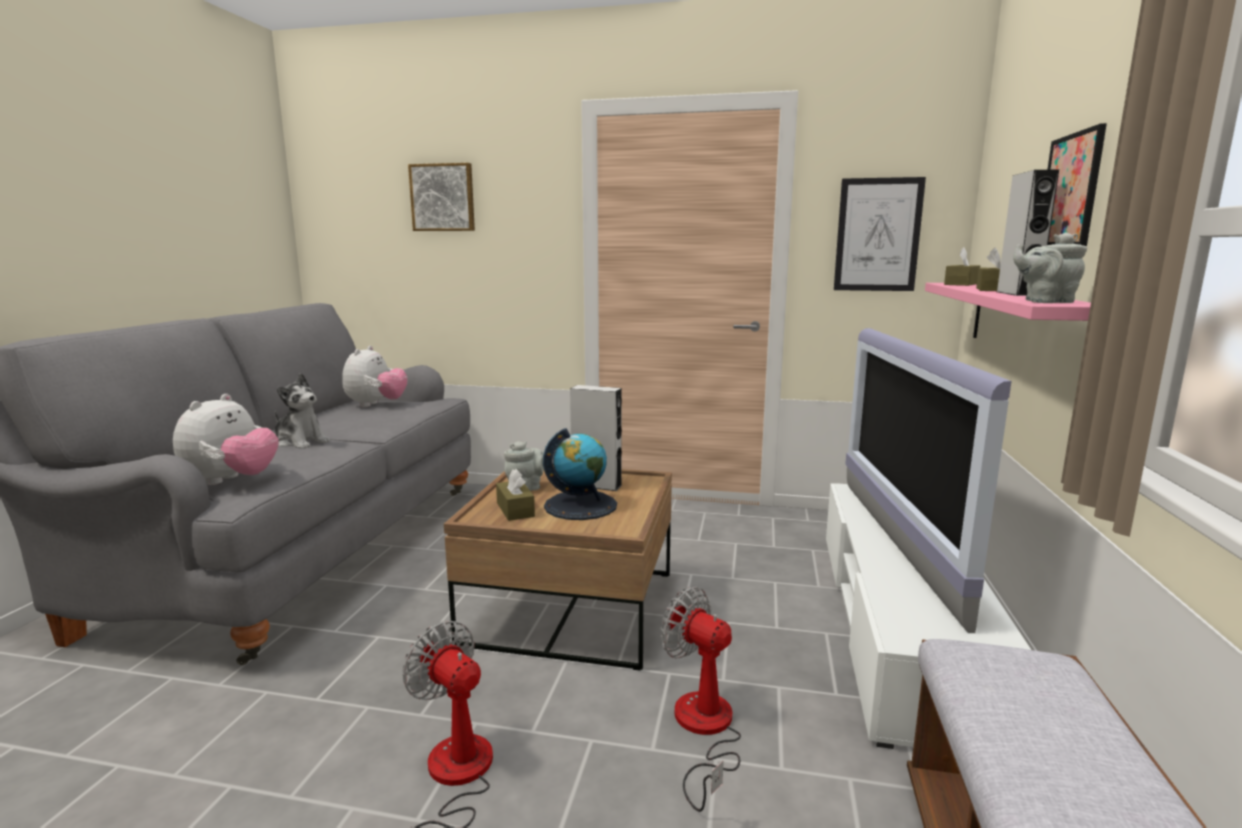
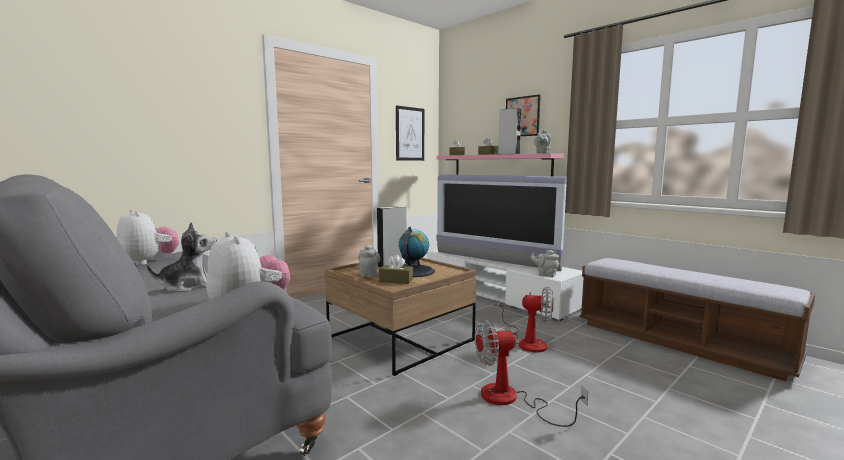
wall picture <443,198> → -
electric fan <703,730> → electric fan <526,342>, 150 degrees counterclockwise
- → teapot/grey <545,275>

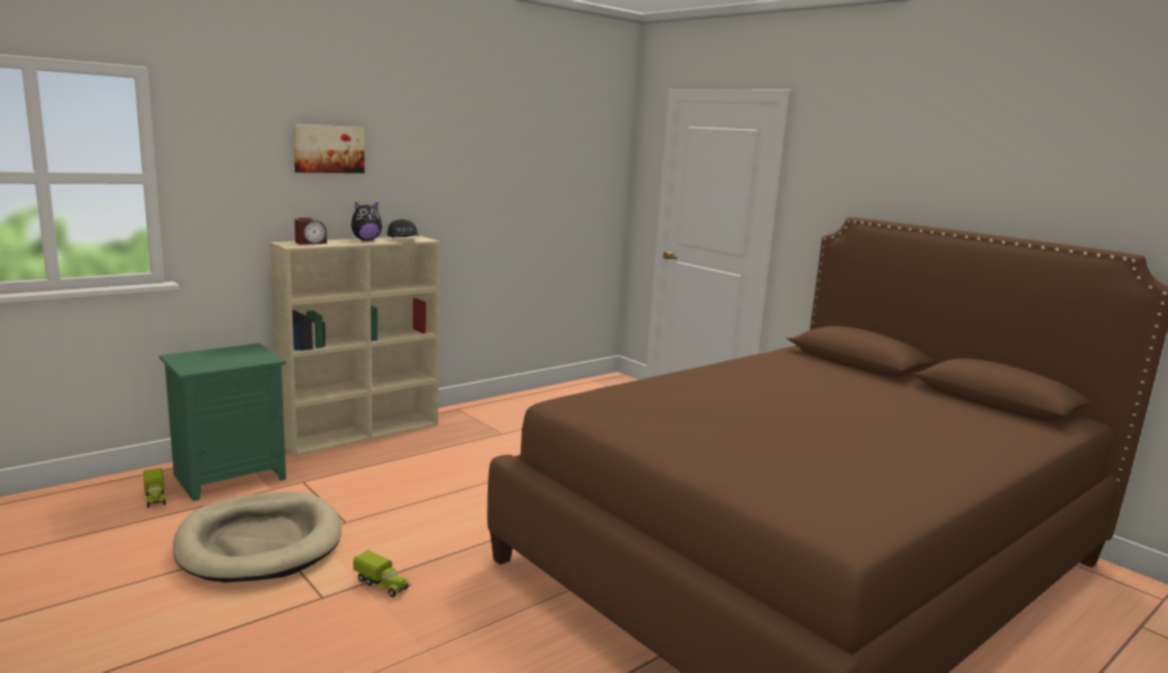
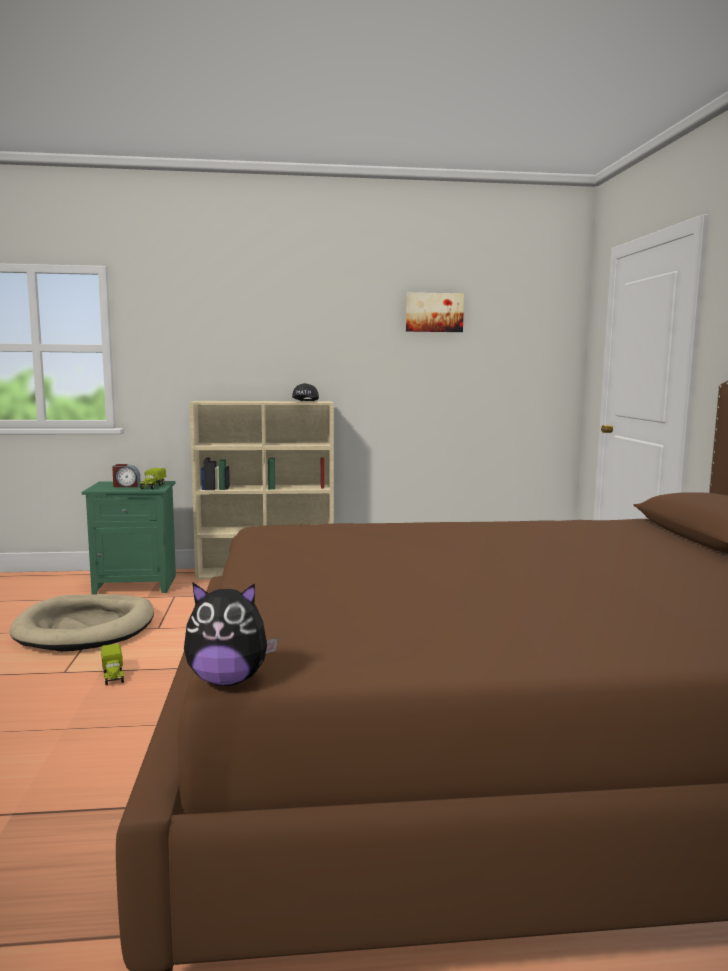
wall picture <328,149> → wall picture <434,312>, moved
cuddly toy <366,240> → cuddly toy <228,680>, moved
alarm clock <310,243> → alarm clock <126,486>, moved
model truck <155,498> → model truck <152,486>, moved

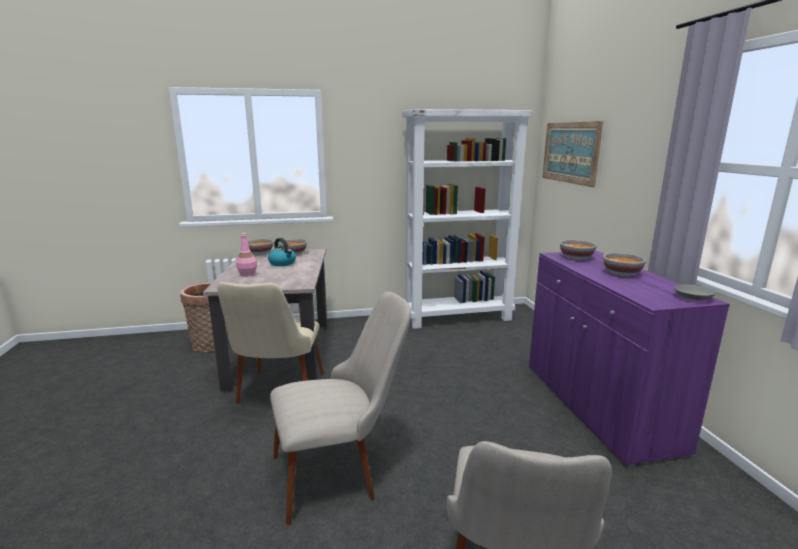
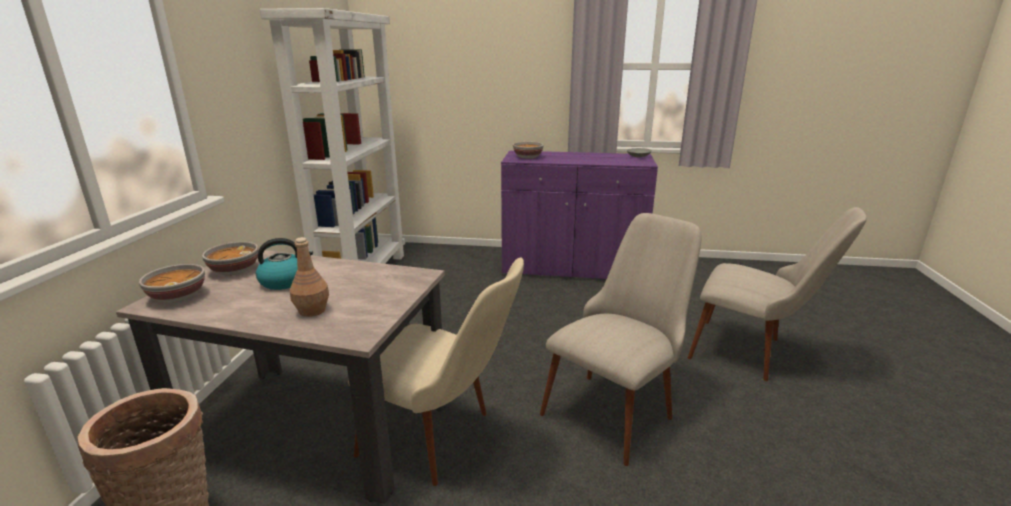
wall picture <570,152> → -
drink bottle/pink-coloured <247,274> → drink bottle/brown-coloured <312,310>
serving bowl <622,273> → -
chair/beige <341,471> → chair/beige <617,405>, 45 degrees clockwise

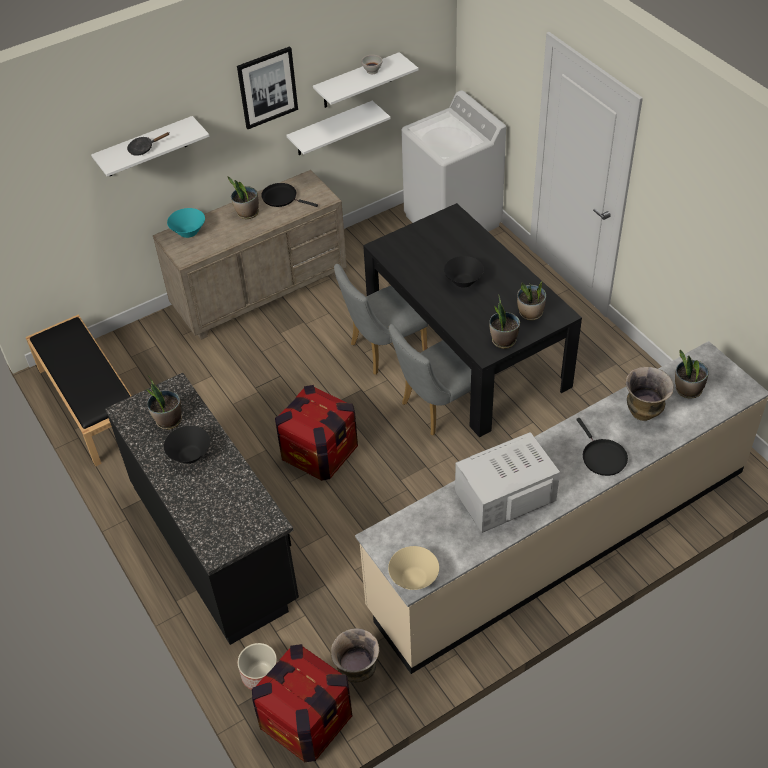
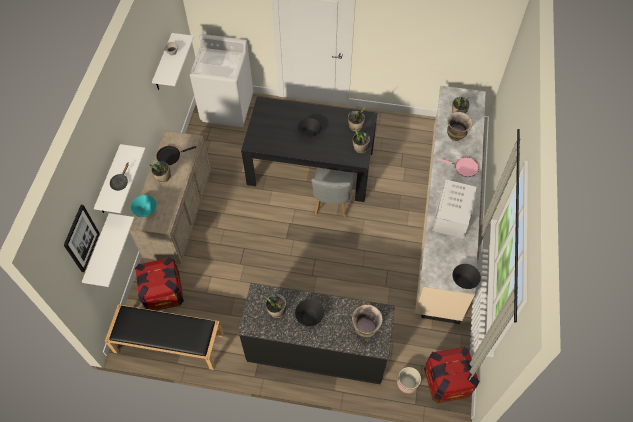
wall picture <267,87> → wall picture <81,238>, moved
bracket shelf/white <330,129> → bracket shelf/white <98,251>, moved
chair/grey <382,350> → -
crate <319,453> → crate <163,293>, moved
frying pan/black-coloured <602,457> → frying pan/pink-coloured <464,168>
serving bowl/beige <414,578> → serving bowl/black-coloured <464,281>
flower vase <357,672> → flower vase <365,329>, moved

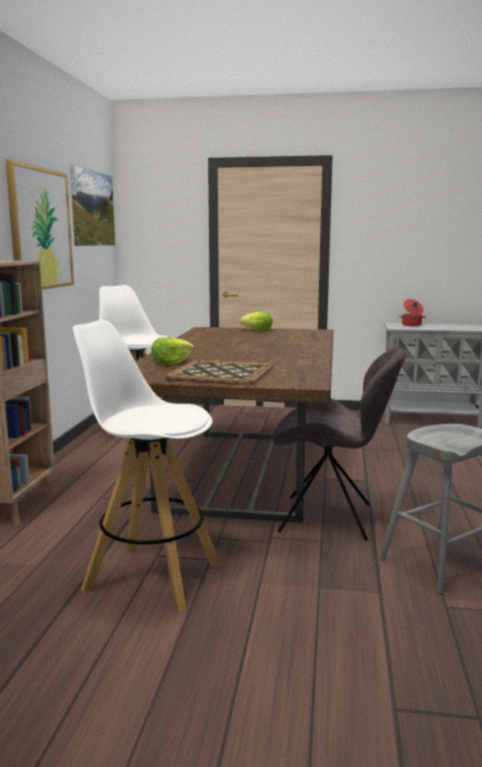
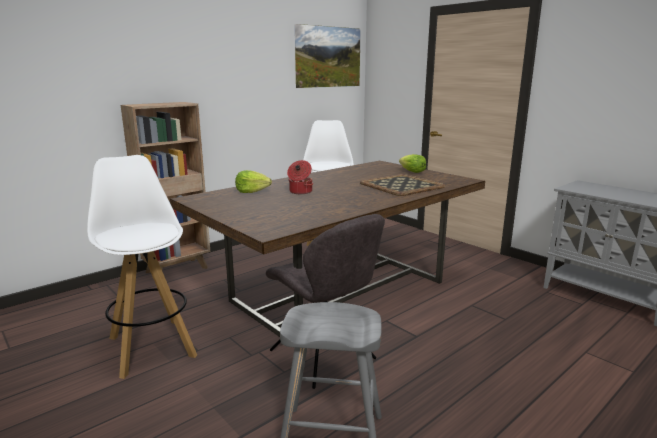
wall picture <40,229> → -
saucepot <411,325> → saucepot <300,192>, moved
carrying tray <222,373> → carrying tray <402,185>, moved

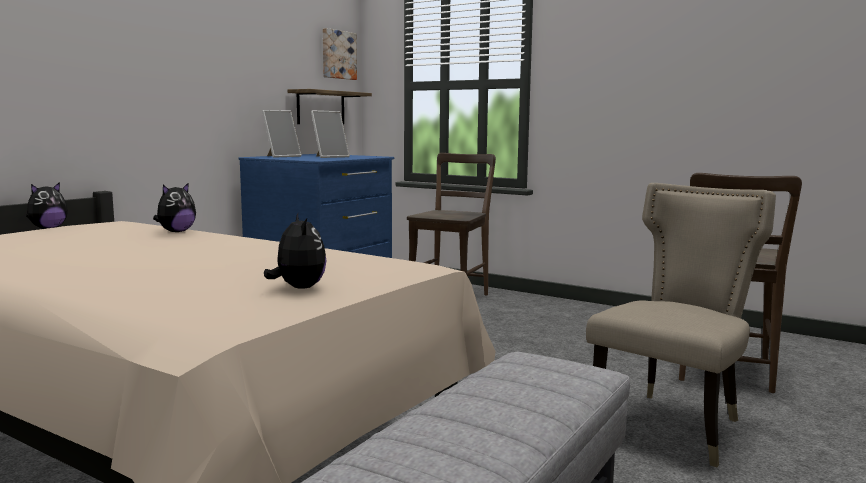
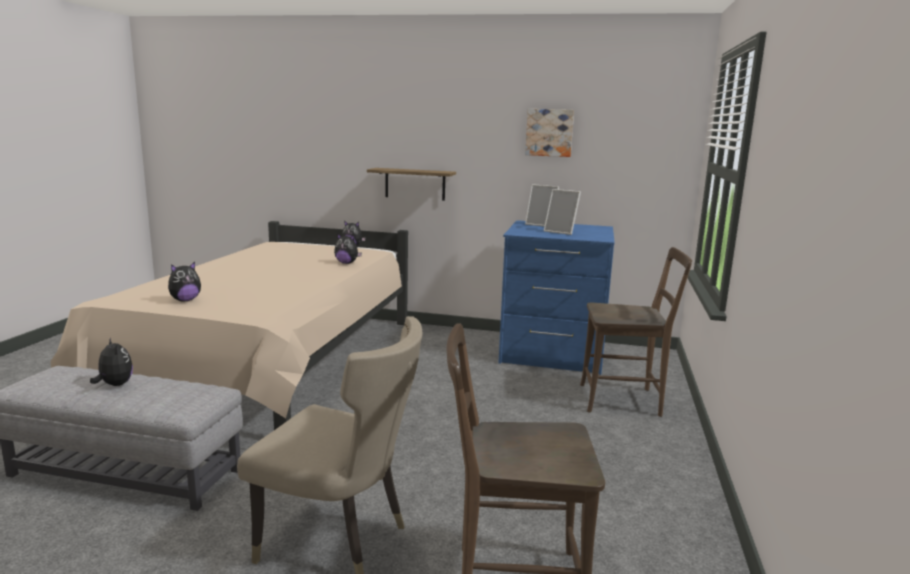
wall picture <338,55> → wall picture <549,132>, moved
bracket shelf <321,108> → bracket shelf <415,184>, moved
- → cuddly toy <114,385>

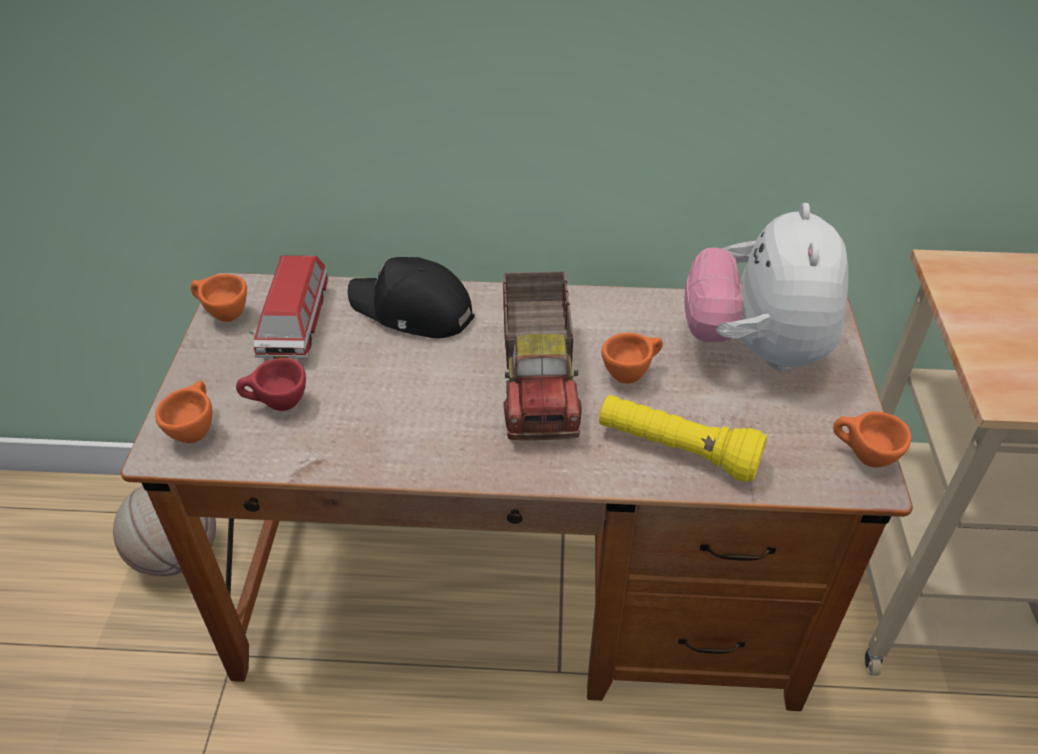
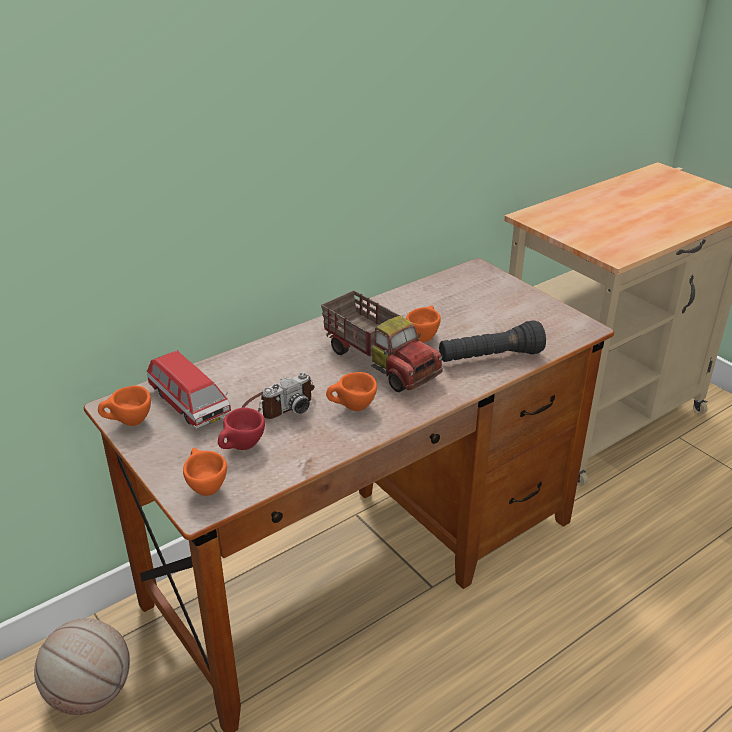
cuddly toy <755,349> → -
cap/black-coloured <411,311> → -
torch/yellow-coloured <676,450> → torch/black-coloured <490,357>
small cup/orange-coloured <862,457> → small cup/orange-coloured <351,408>, moved
- → photo camera <279,404>

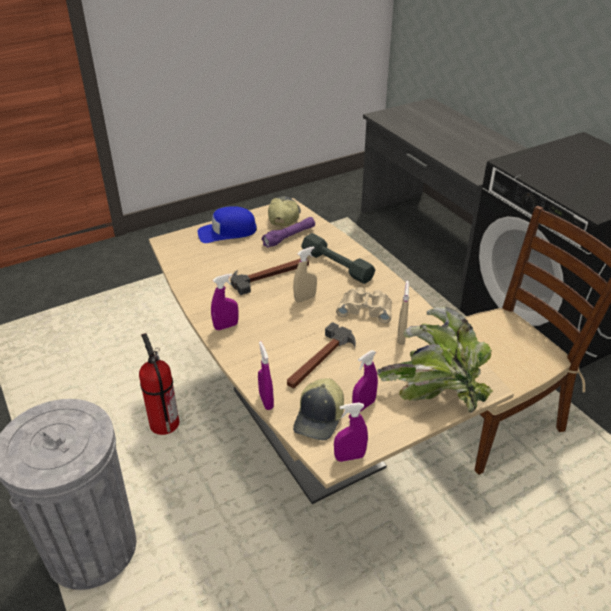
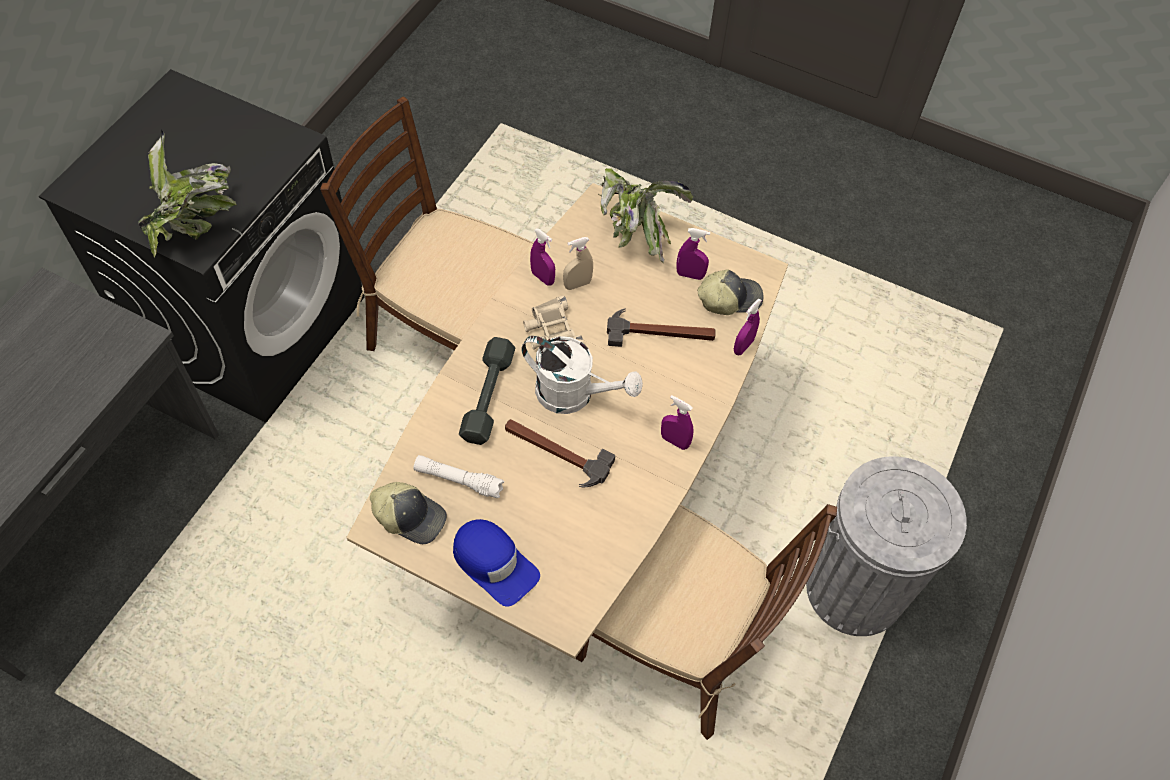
cap <283,217> → cap <410,516>, 135 degrees counterclockwise
torch/purple-coloured <289,237> → torch/white <458,480>
spray bottle/beige <305,298> → watering can/white <574,395>
fire extinguisher <163,423> → chair/brown-coloured <676,642>
spray bottle/purple-coloured <349,457> → spray bottle/purple-coloured <542,278>, moved
- → plant in a pot <196,226>

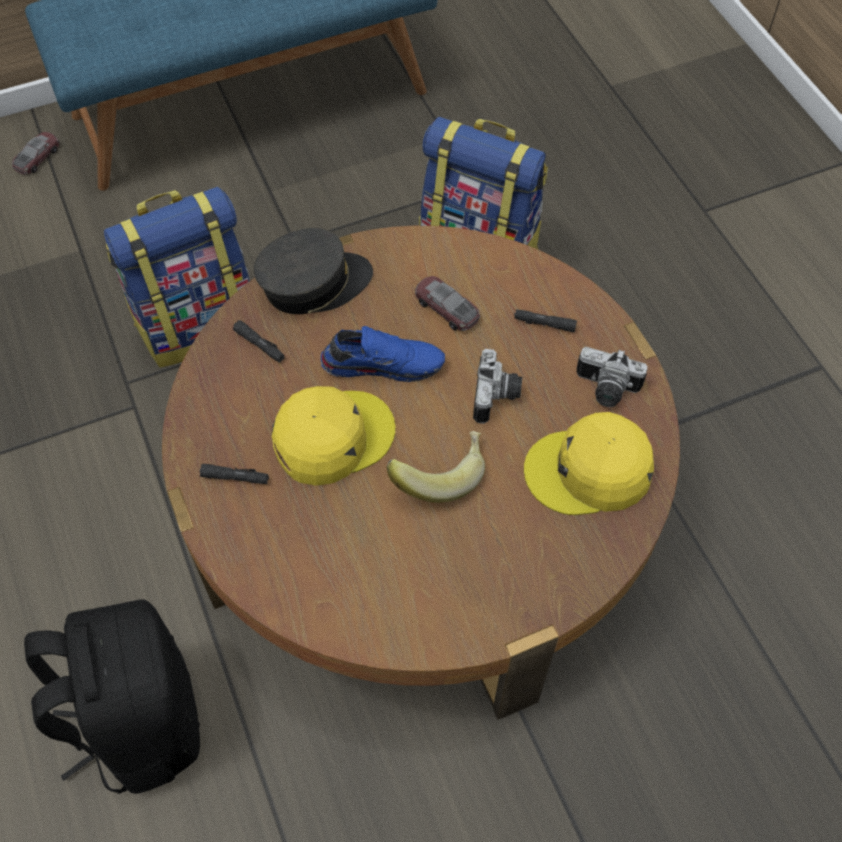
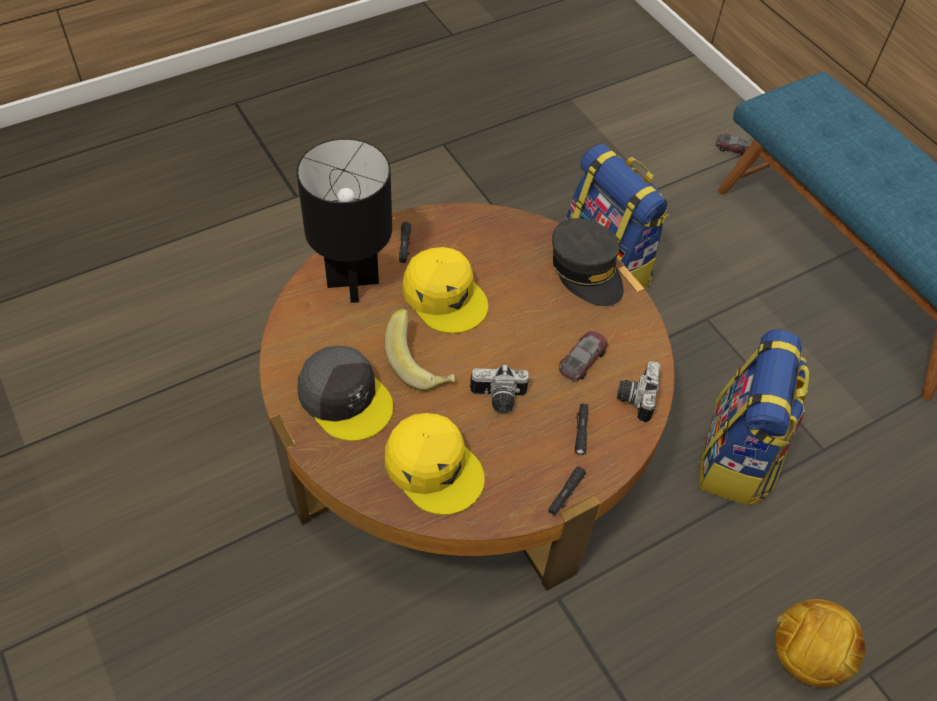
torch/black-coloured <260,345> → torch/black-coloured <566,494>, moved
low shoe/blue-coloured <383,363> → -
photo camera <605,390> → photo camera <635,397>, moved
cap/yellow-coloured <589,471> → cap/yellow-coloured <434,467>, 150 degrees clockwise
knapsack/black-coloured <140,721> → -
- → table lamp/black-coloured <352,283>
- → cap/grey <345,398>
- → football <805,657>

